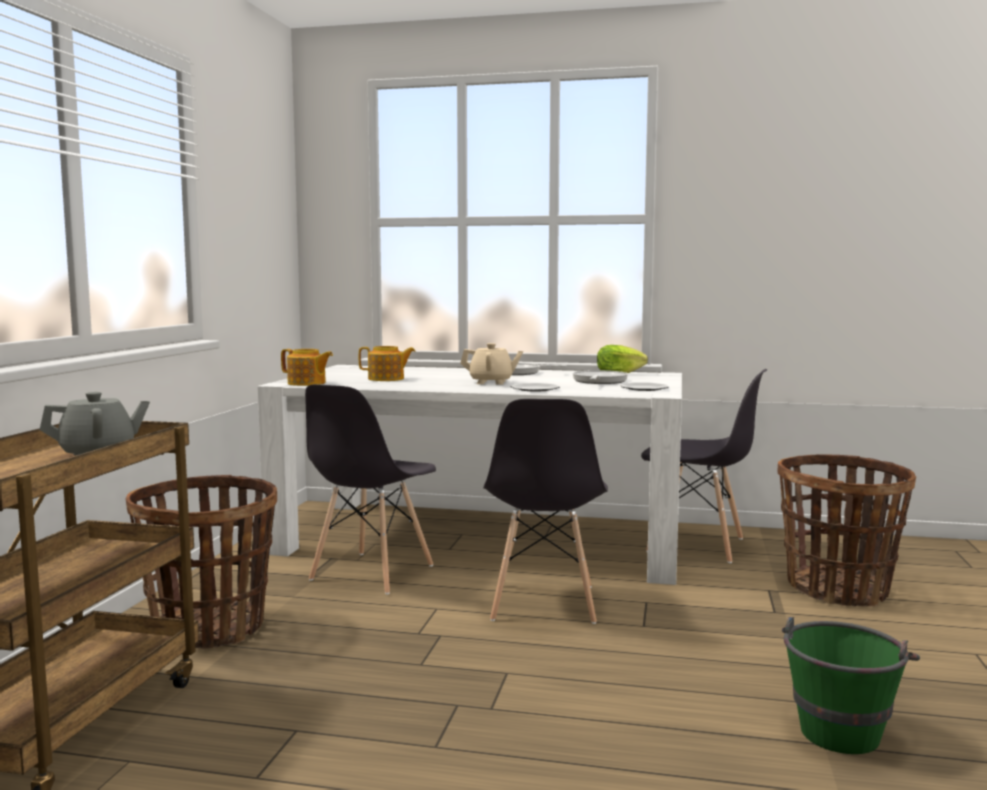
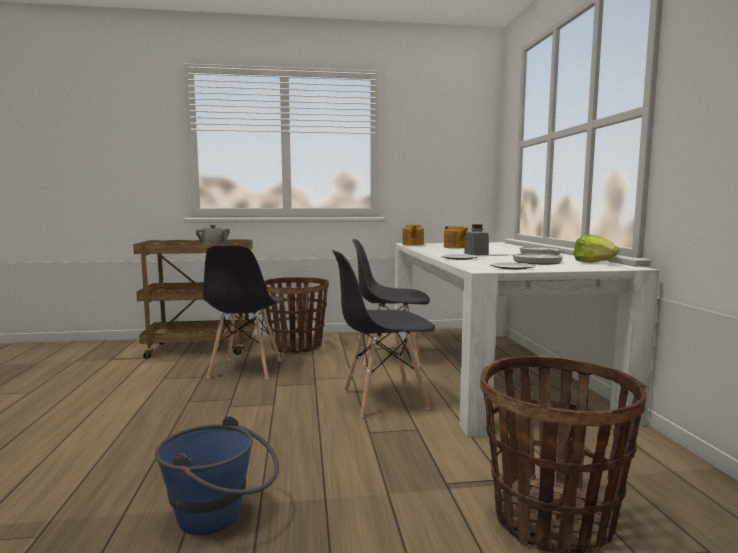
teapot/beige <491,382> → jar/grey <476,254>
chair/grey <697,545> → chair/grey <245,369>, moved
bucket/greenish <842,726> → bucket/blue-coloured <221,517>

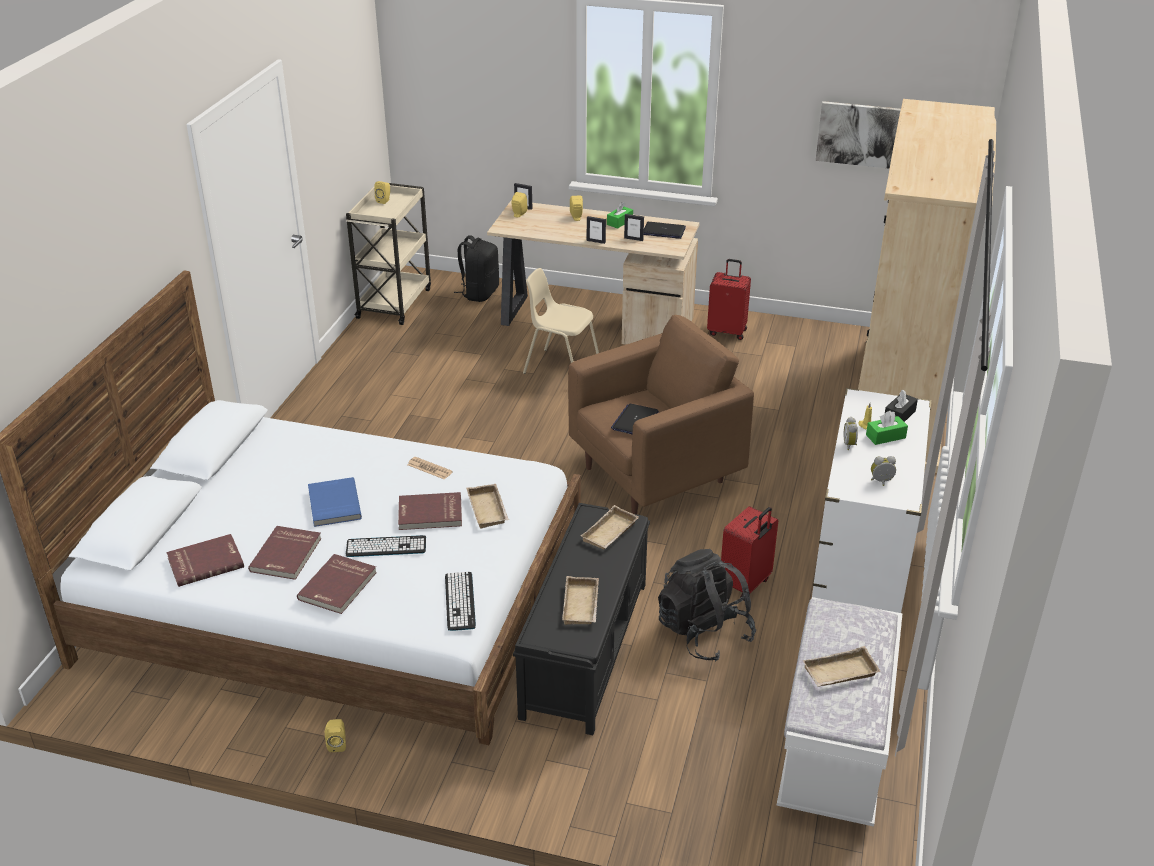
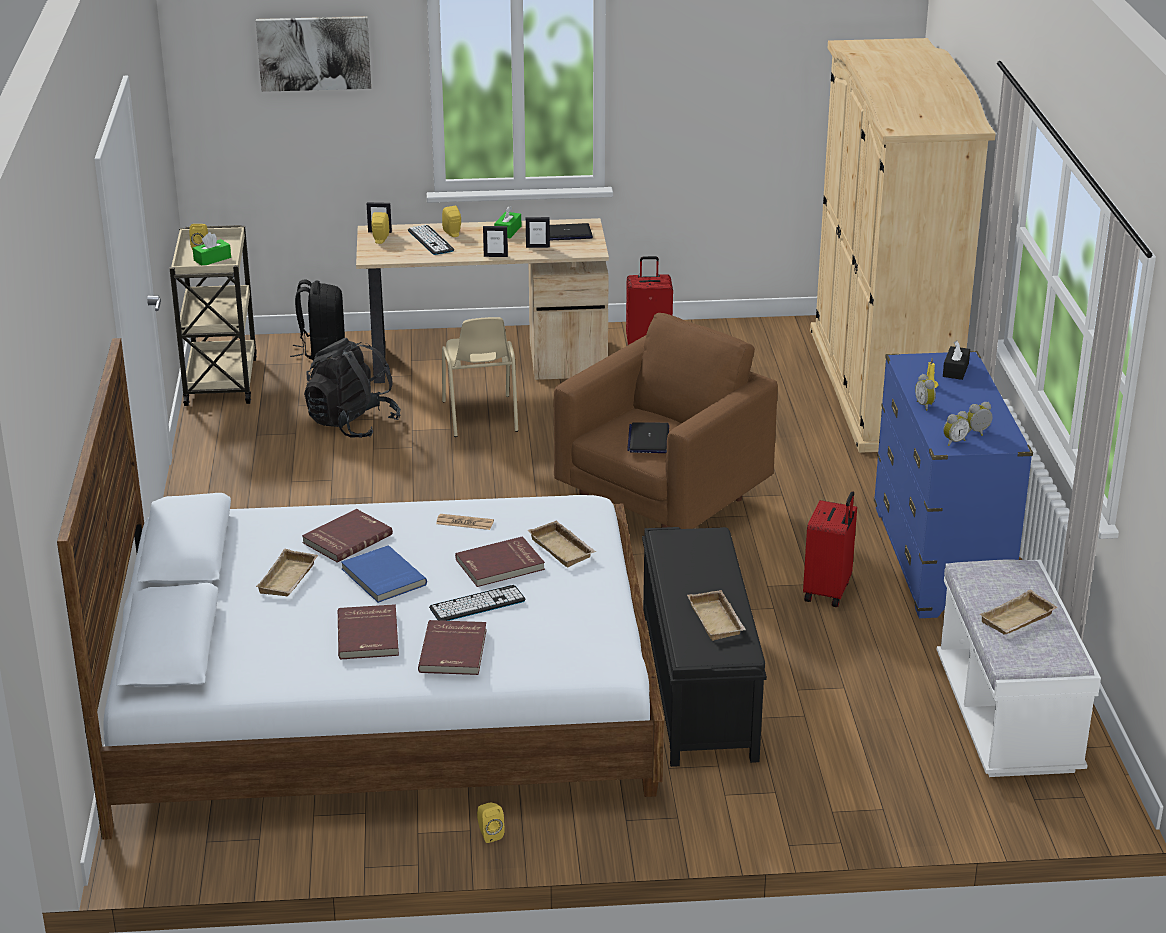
wall picture <865,135> → wall picture <314,53>, moved
chair/beige <561,367> → chair/beige <480,417>, 105 degrees counterclockwise
dresser/white <859,577> → dresser/blue-coloured <939,561>
tissue holder/greenish <885,436> → tissue holder/greenish <212,259>, moved
carrying tray/beige <610,533> → carrying tray/beige <289,579>, moved
book/red-coloured <205,562> → book/red-coloured <346,538>, moved
knapsack/black-coloured <704,633> → knapsack/black-coloured <352,424>, moved
PC keyboard <460,601> → PC keyboard <430,240>, moved
- → alarm clock <953,441>

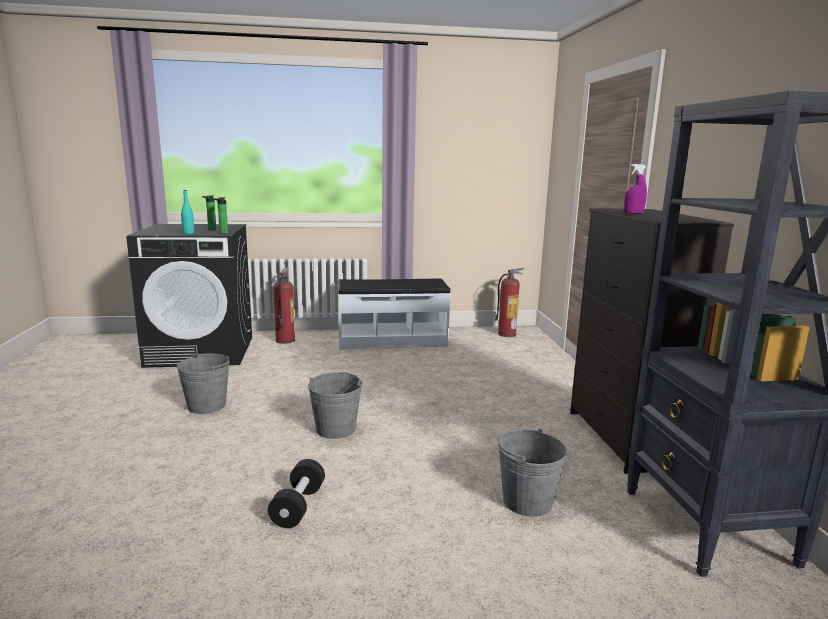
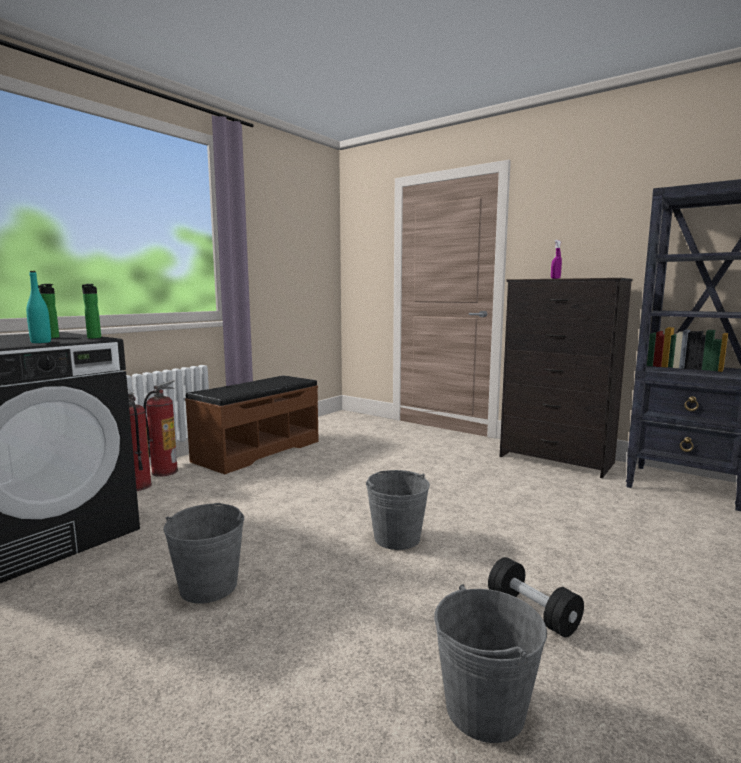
fire extinguisher <507,334> → fire extinguisher <164,471>, moved
indoor bench/white <392,340> → indoor bench/brown-coloured <257,451>
bucket/grey <527,501> → bucket/grey <484,708>, moved

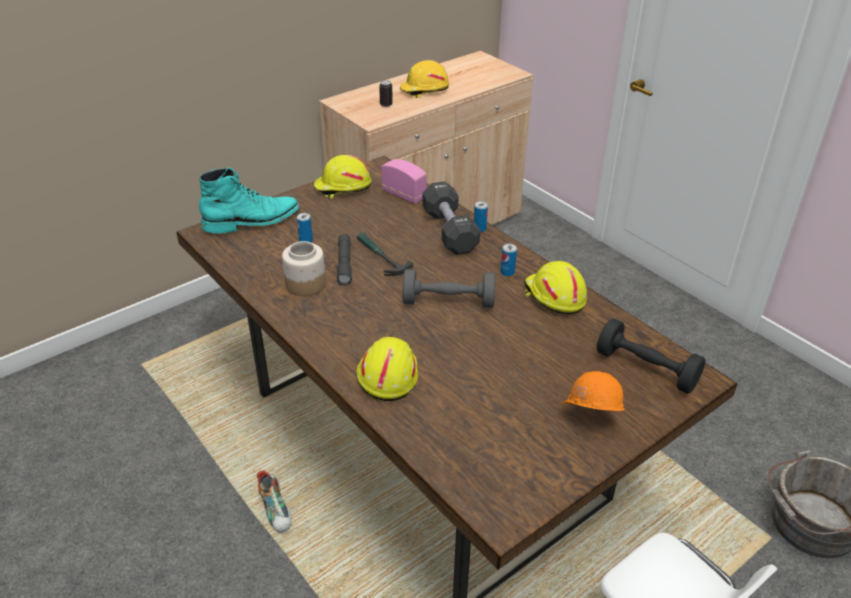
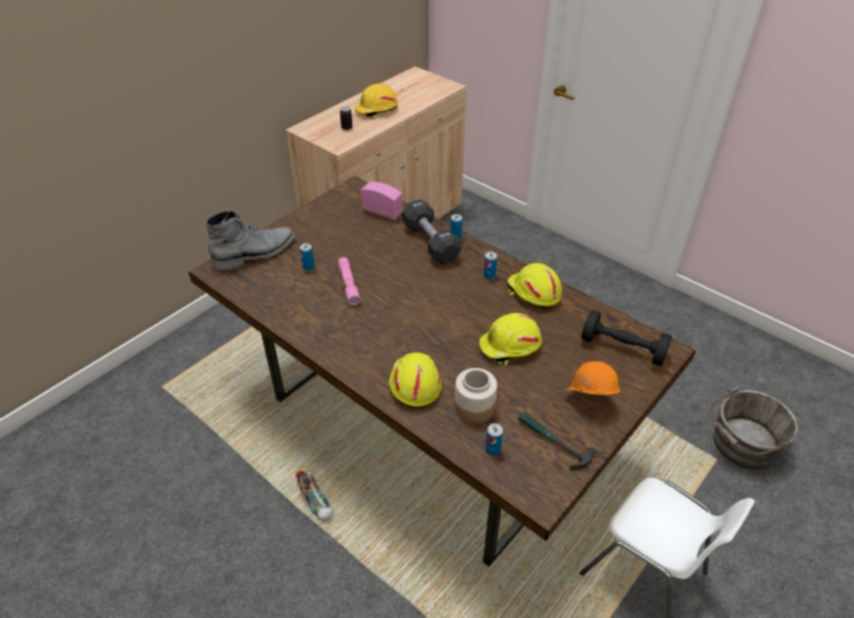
safety helmet/yellow-coloured <342,187> → safety helmet/yellow-coloured <510,347>, moved
high-top boot/turquoise-coloured <252,221> → high-top boot/grey <255,253>
tool hammer <380,257> → tool hammer <552,442>, moved
torch/grey <344,264> → torch/pink-coloured <349,285>
jar <305,284> → jar <474,408>, moved
free weight/grey <448,302> → -
- → can <493,449>

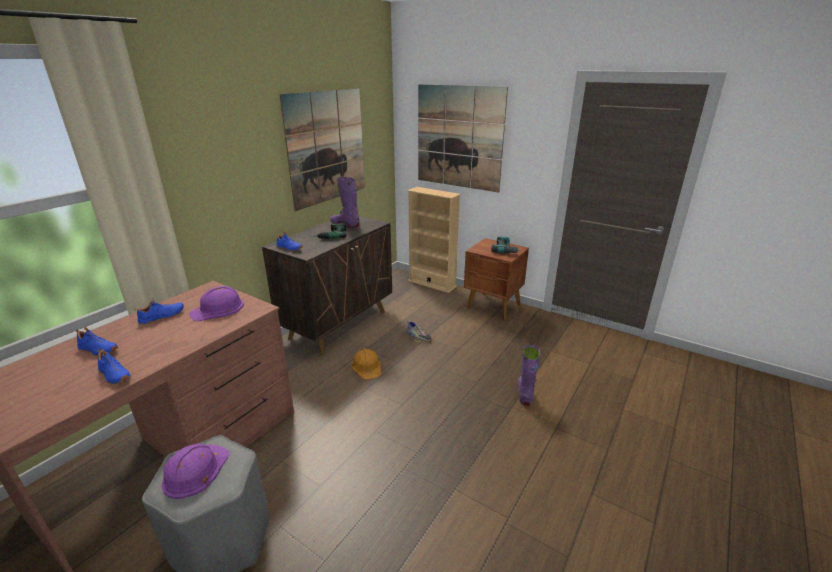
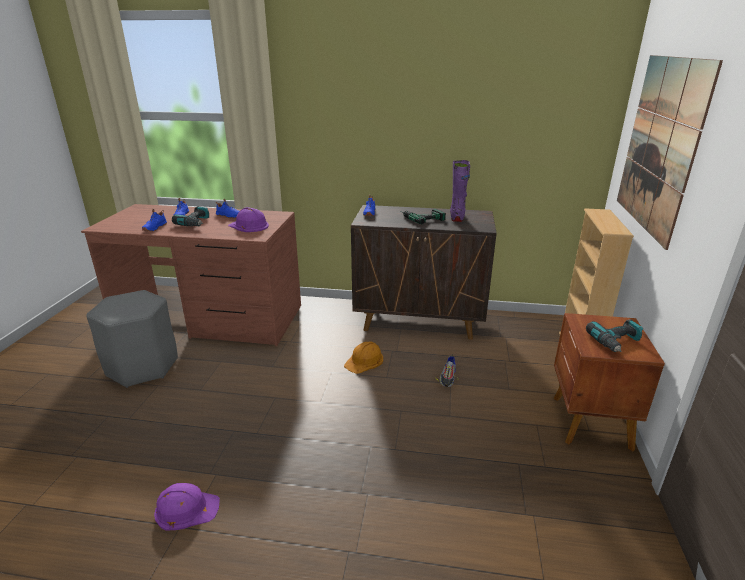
wall picture <327,147> → -
high-top boot/purple-coloured <525,393> → -
safety helmet/purple-coloured <195,471> → safety helmet/purple-coloured <186,509>, moved
- → electric drill <196,223>

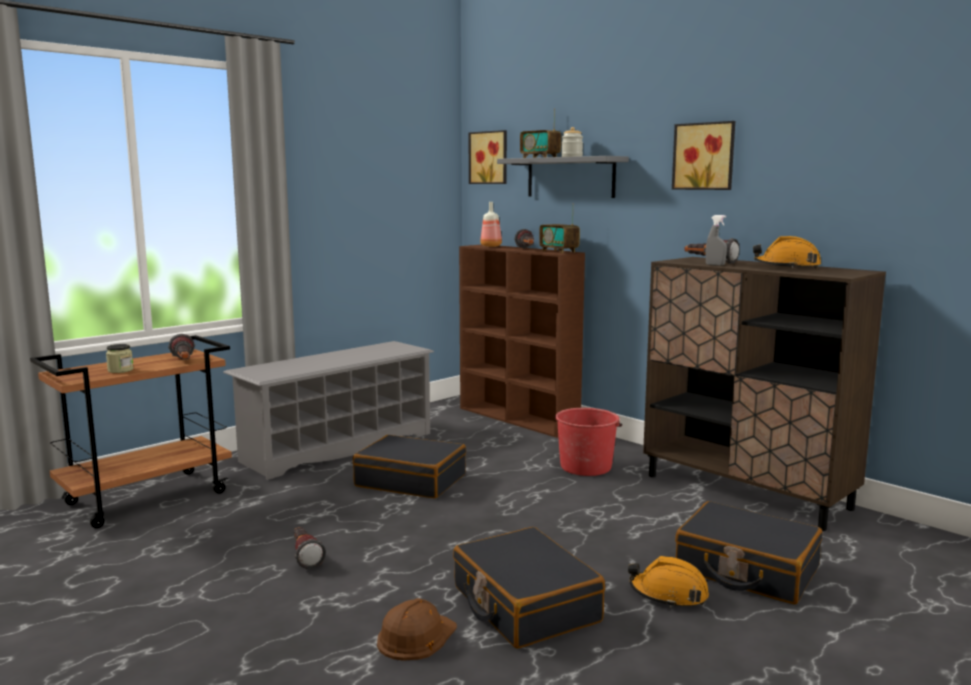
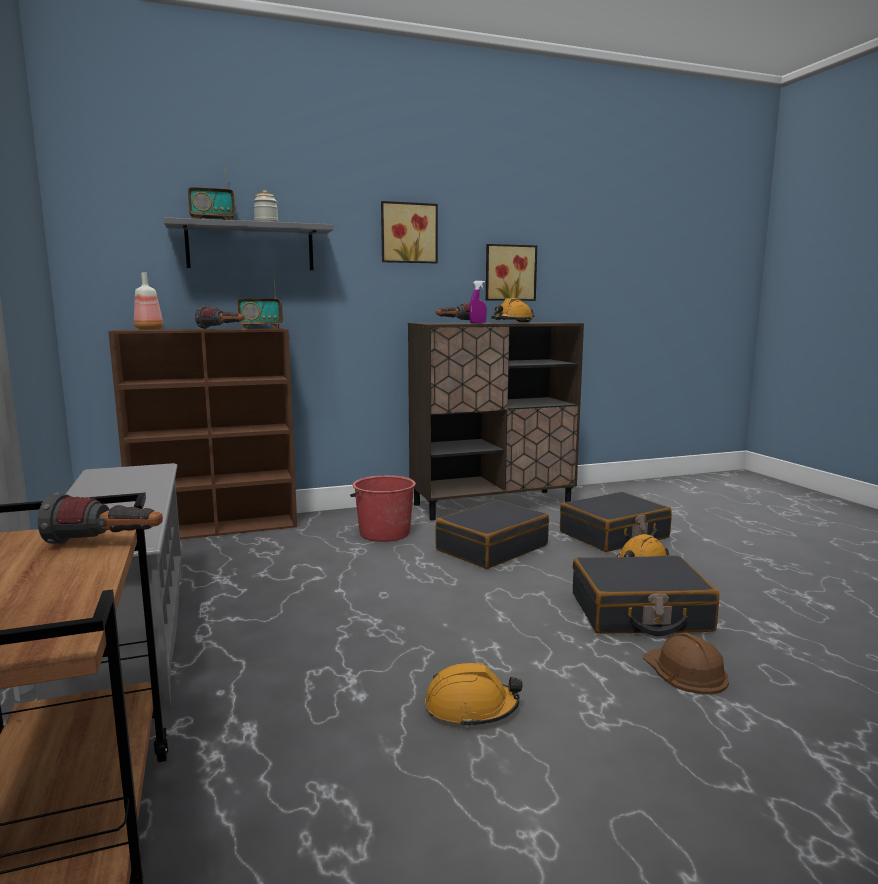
wall picture <490,157> → wall picture <509,273>, moved
spray bottle/grey <715,265> → spray bottle/purple-coloured <477,323>
jar <120,370> → -
piece of luggage/black-coloured <411,480> → piece of luggage/black-coloured <491,548>, moved
torch <305,556> → safety helmet/orange-coloured <471,708>

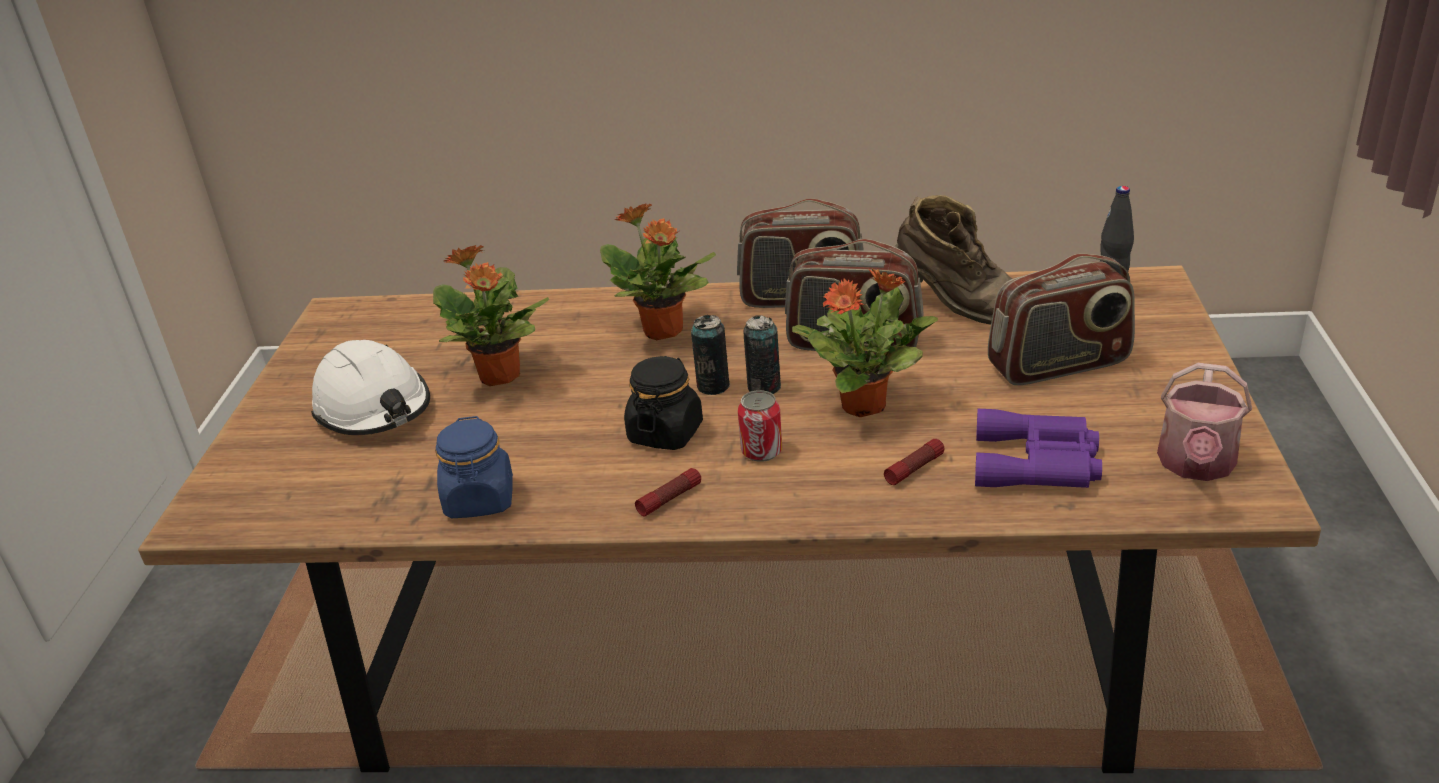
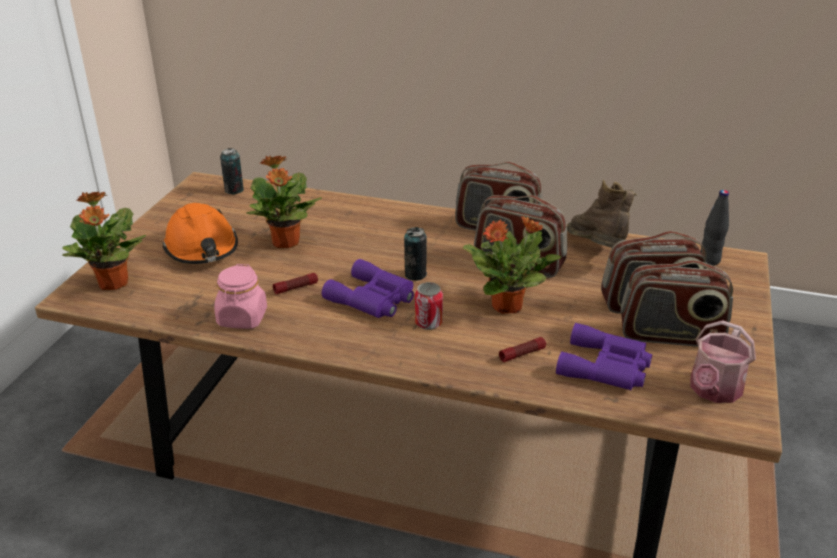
high-top boot/brown-coloured <956,307> → high-top boot/brown-coloured <597,253>, 150 degrees counterclockwise
plant in a pot <663,331> → plant in a pot <113,284>, moved
can <764,387> → can <234,190>, moved
safety helmet/white <374,409> → safety helmet/orange-coloured <202,248>
jar/black-coloured <665,433> → binoculars/purple-coloured <373,299>
jar/blue-coloured <480,500> → jar/pink-coloured <242,318>
torch <669,499> → torch <296,288>, moved
- → radio <670,335>

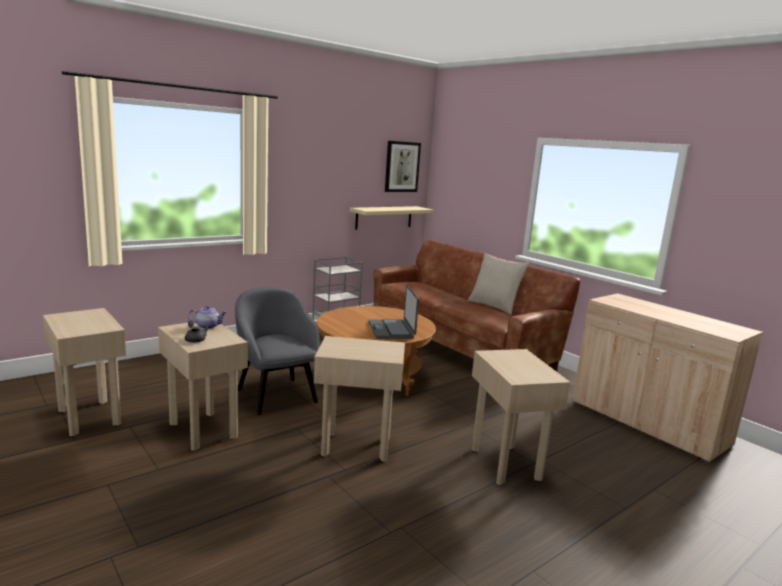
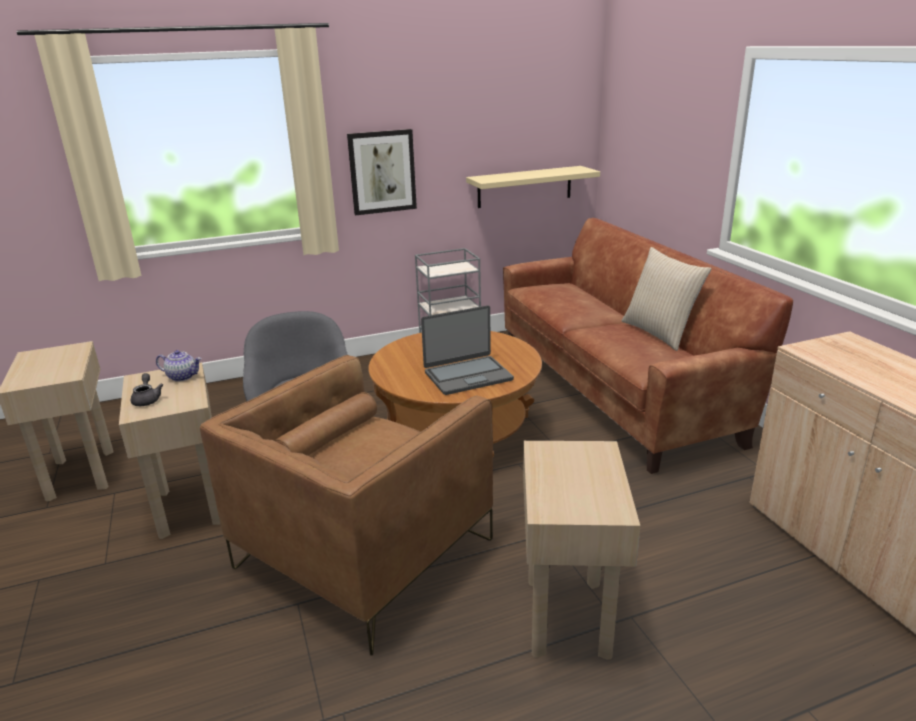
wall picture <402,167> → wall picture <382,172>, moved
laptop <391,330> → laptop <467,376>, 120 degrees counterclockwise
end table/beige <356,445> → armchair/brown-coloured <364,554>

